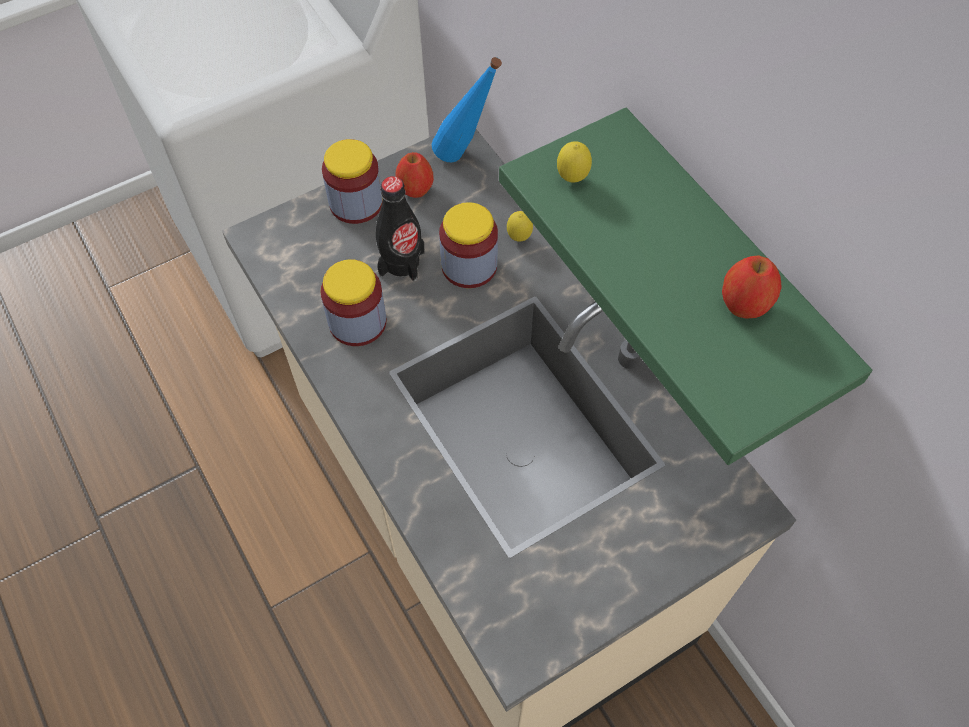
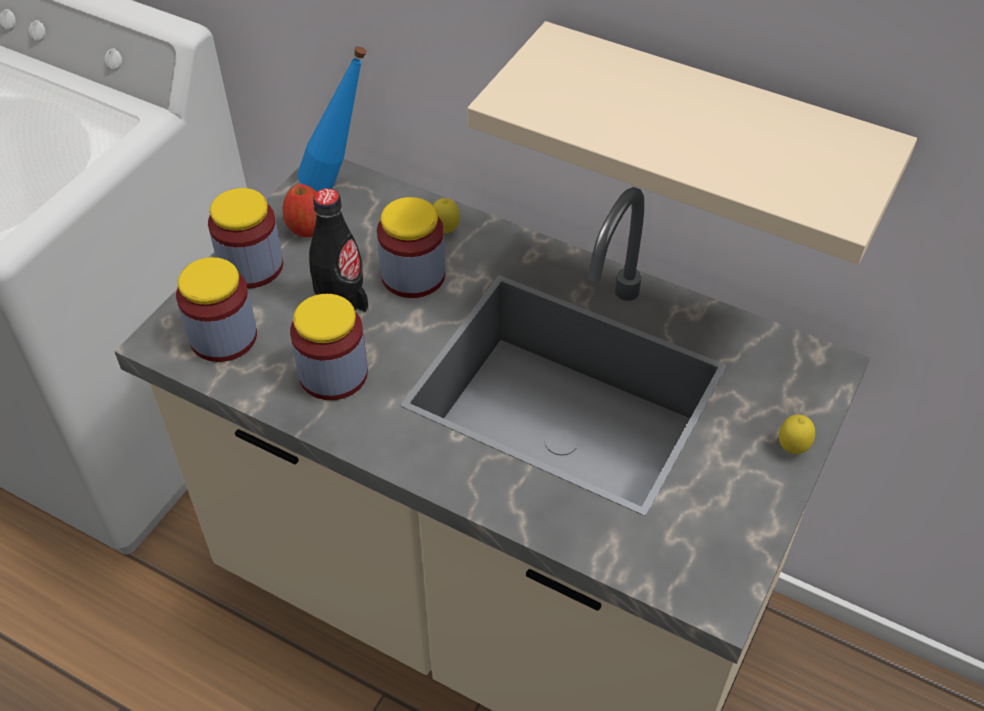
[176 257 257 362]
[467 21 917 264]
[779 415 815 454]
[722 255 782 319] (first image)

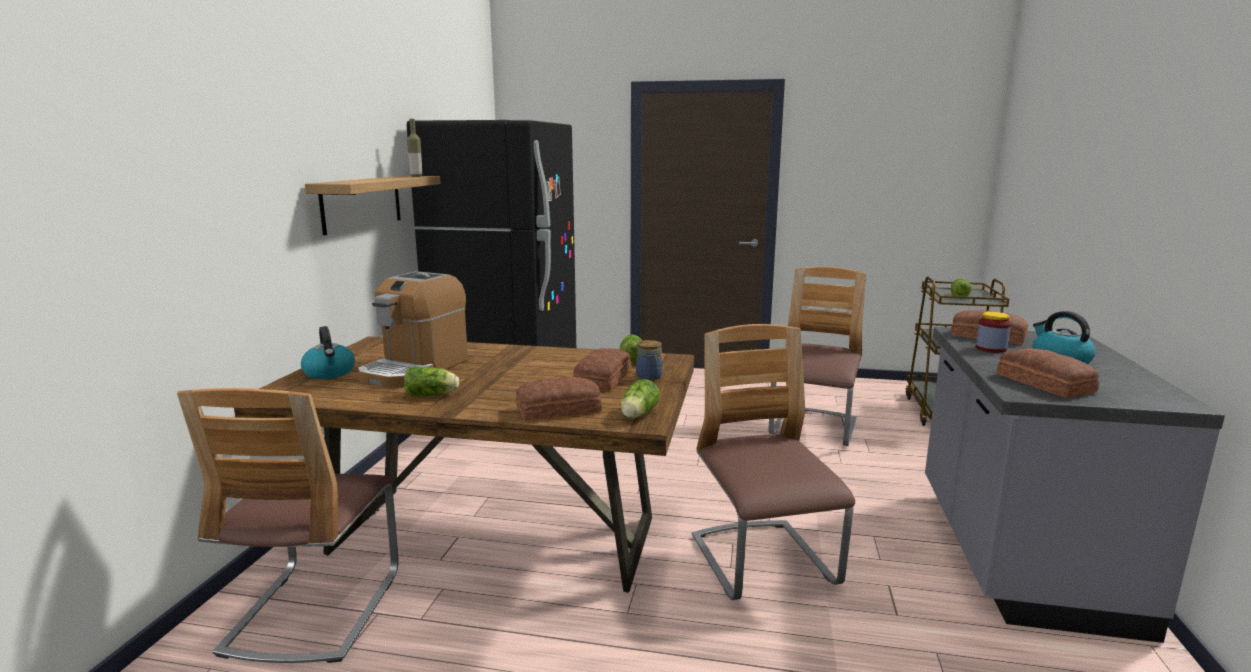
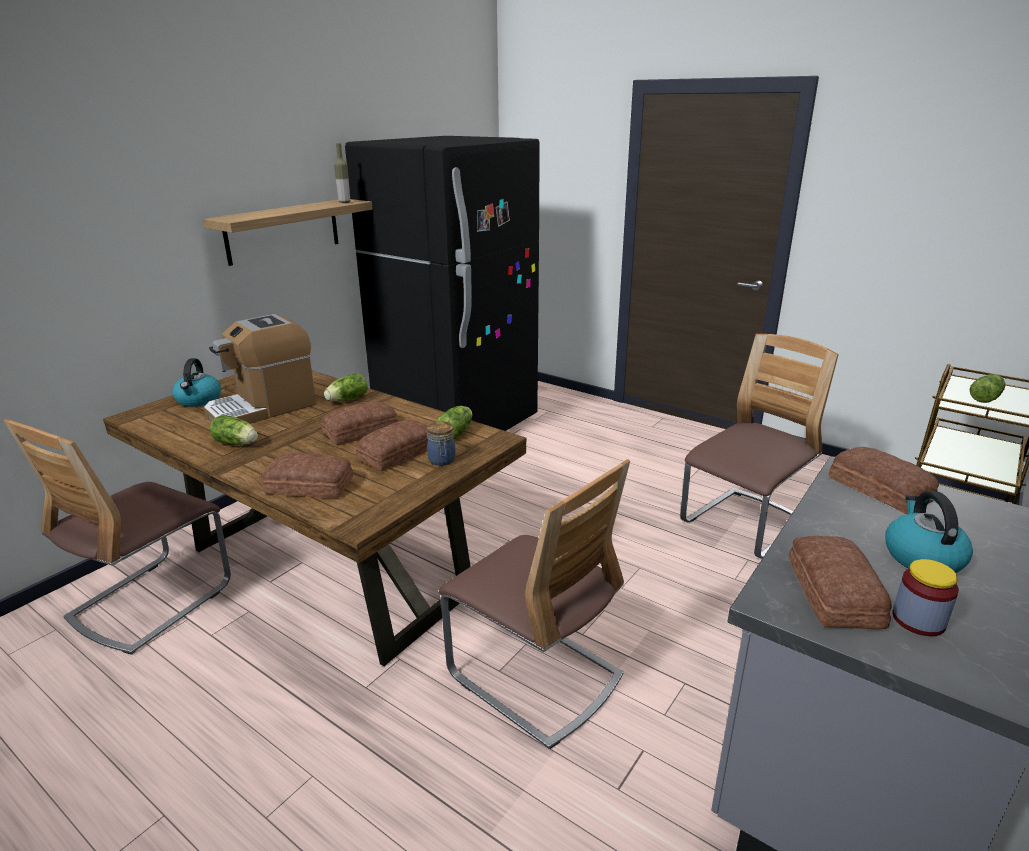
[322 401 398 446]
[324 373 368 402]
[439 459 630 749]
[892 559 959 636]

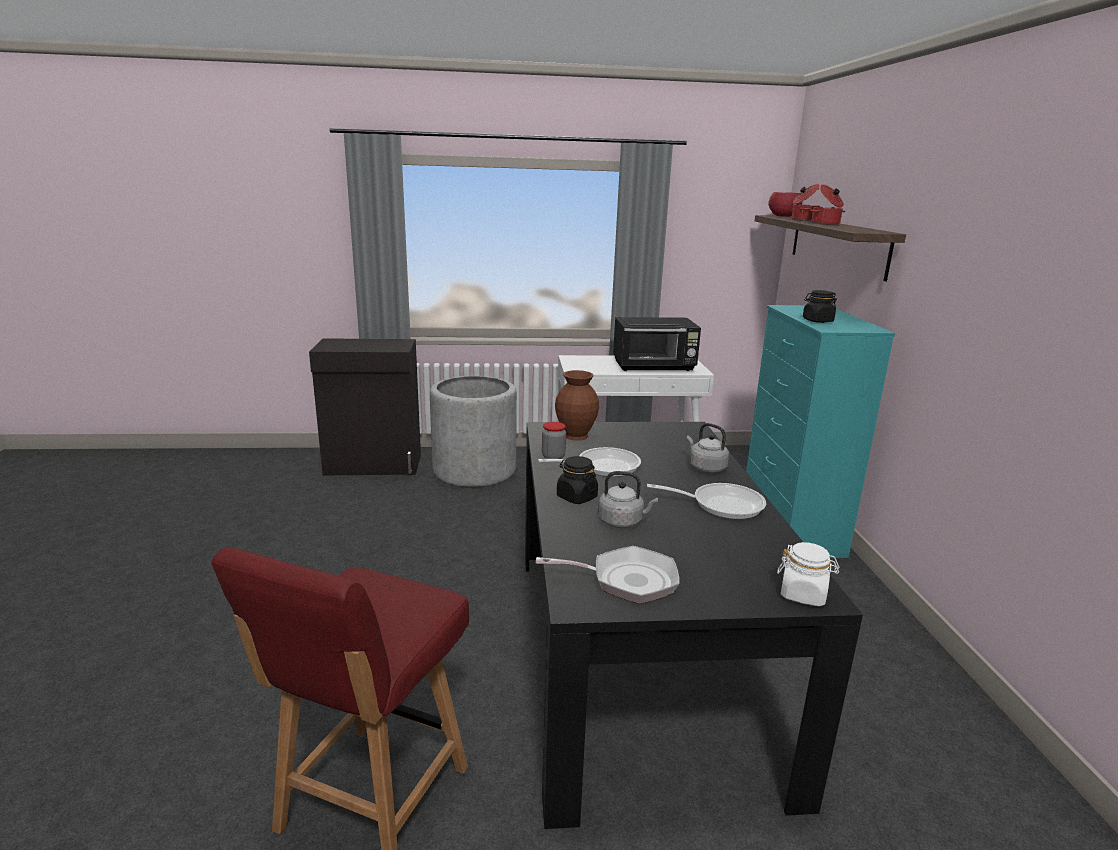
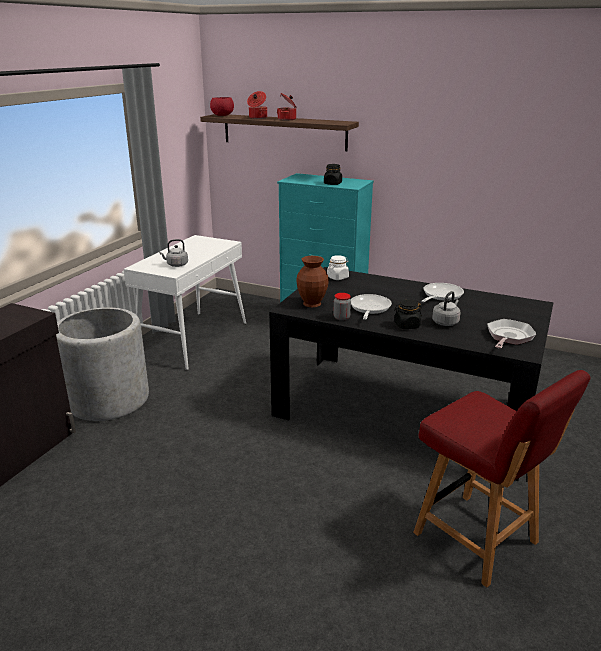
[159 239 188 267]
[327 255 349 280]
[613 317 701 371] (first image)

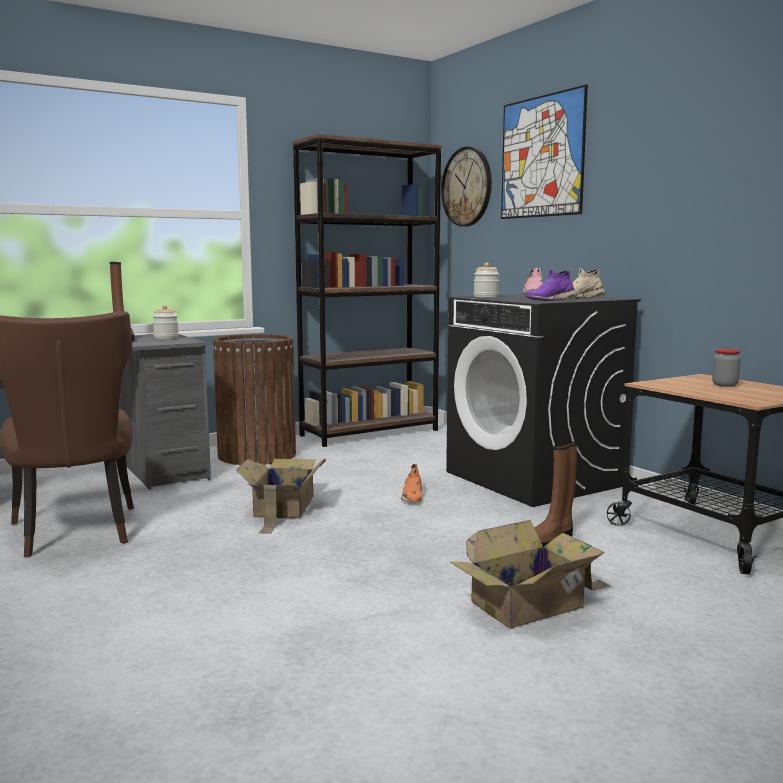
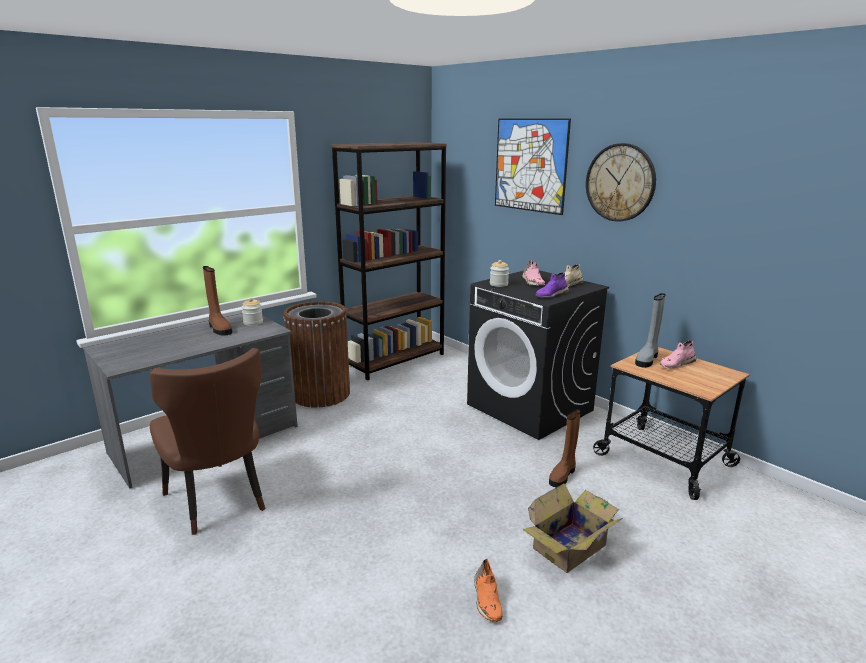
[474 559 502 622]
[586 143 656 222]
[635 293 666 368]
[660 341 697 369]
[236 458 326 534] (first image)

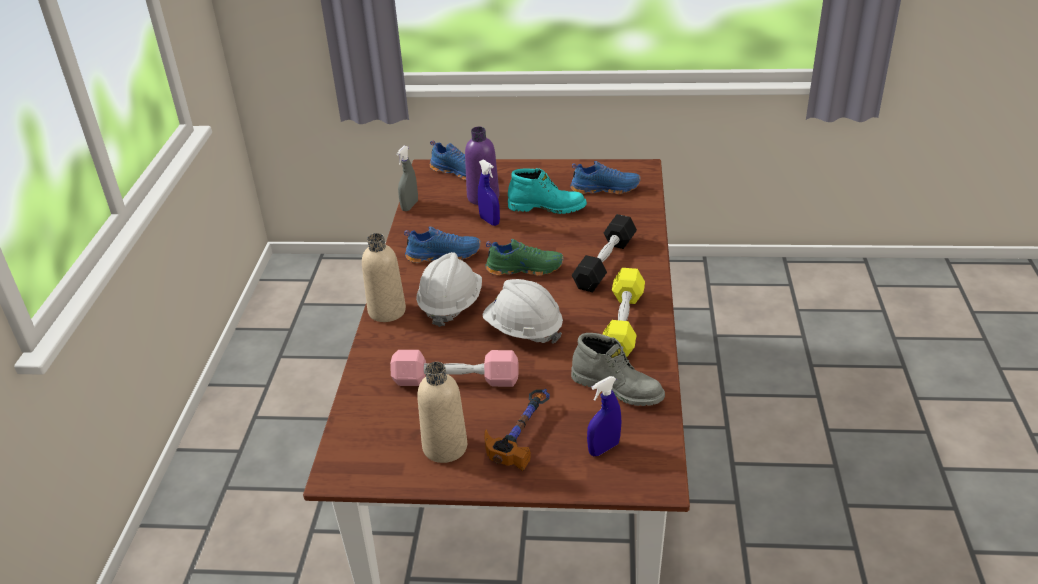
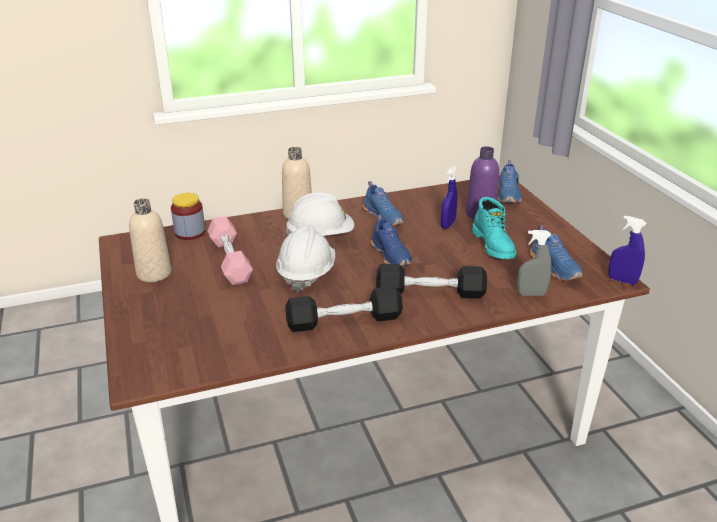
[171 193 205 240]
[285 286 403 332]
[371 215 412 266]
[517 230 552 296]
[608 216 647 285]
[485 389 550 471] (first image)
[571 333 665 406] (first image)

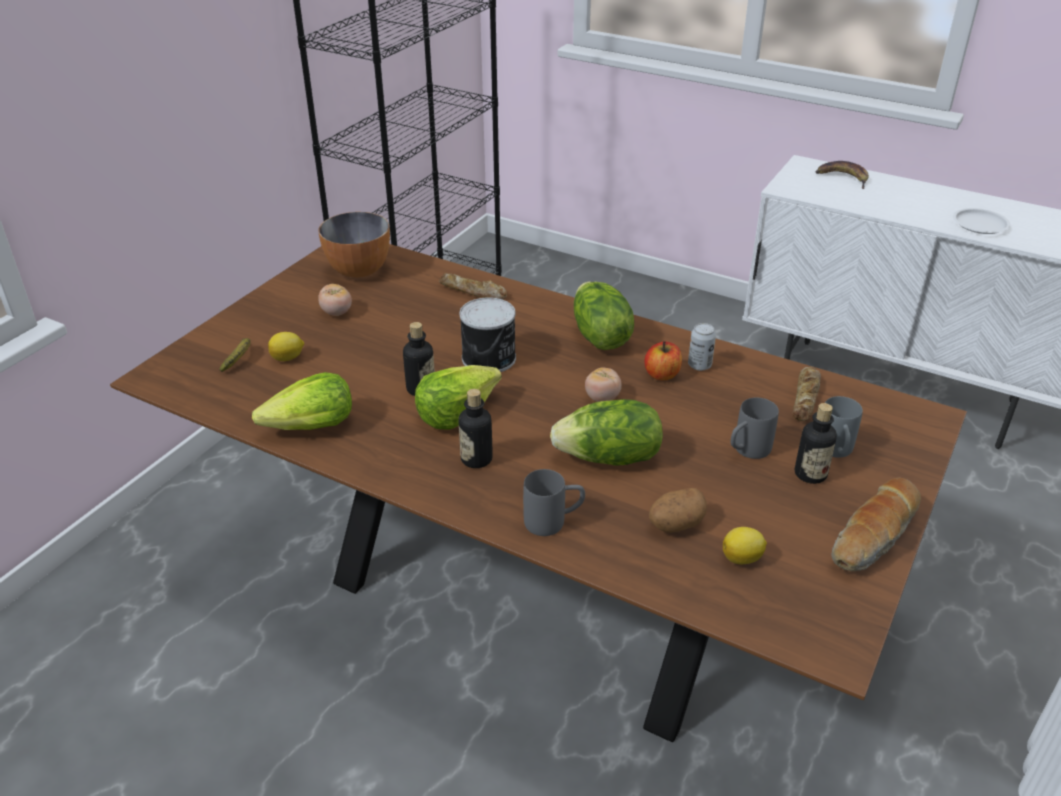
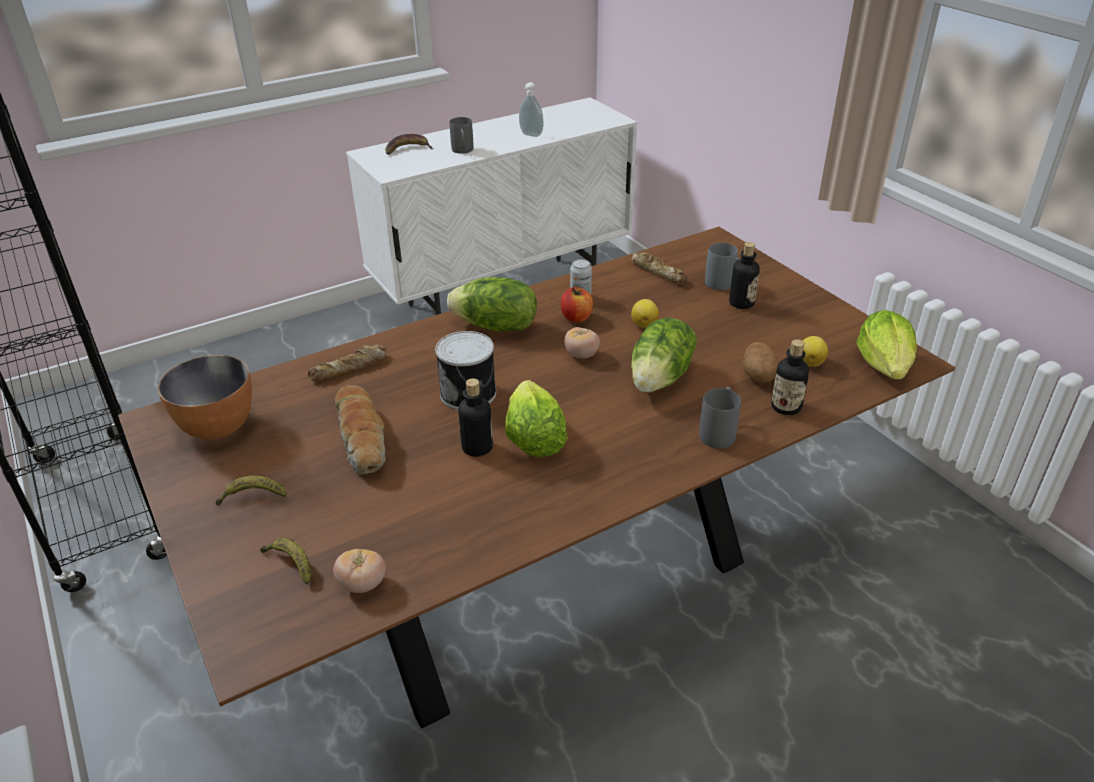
[216 475 287 506]
[333 549 386 593]
[335 385 385 475]
[449 117 473 154]
[519 82 543 137]
[631 299 659 328]
[771 340 809 415]
[856 310 916 380]

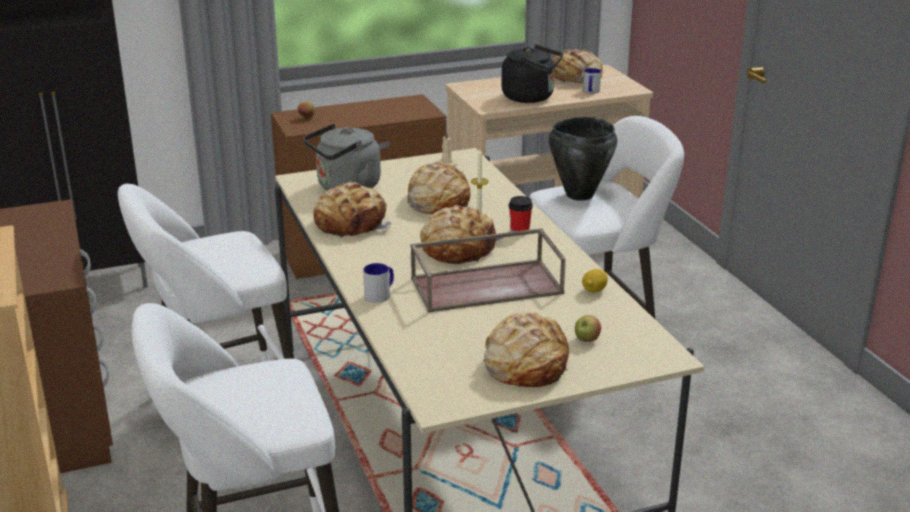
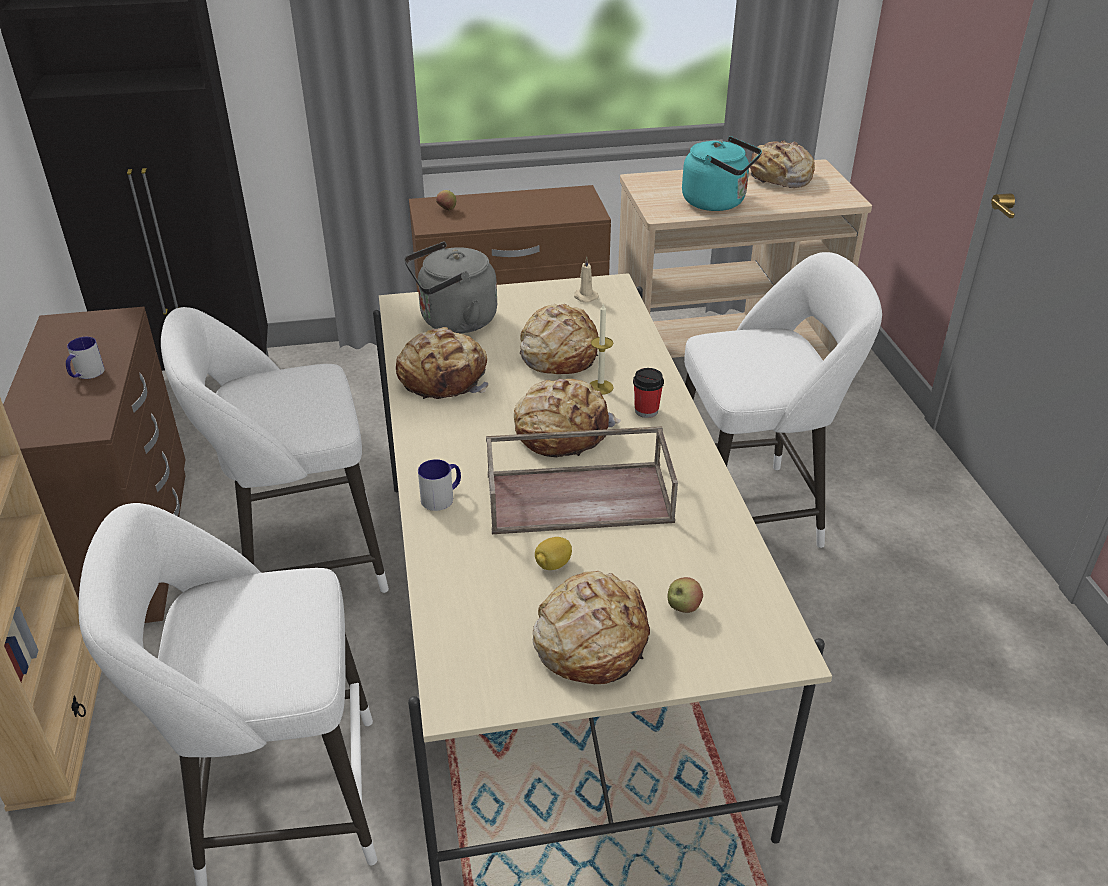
[66 337 105 379]
[535 537 572 570]
[682 136 762 211]
[549 117 617 201] (first image)

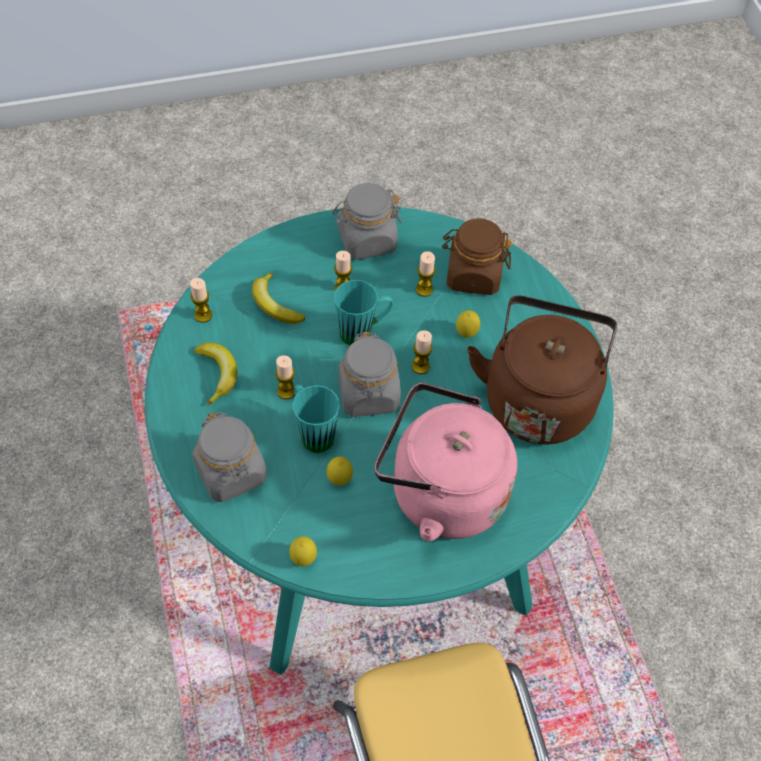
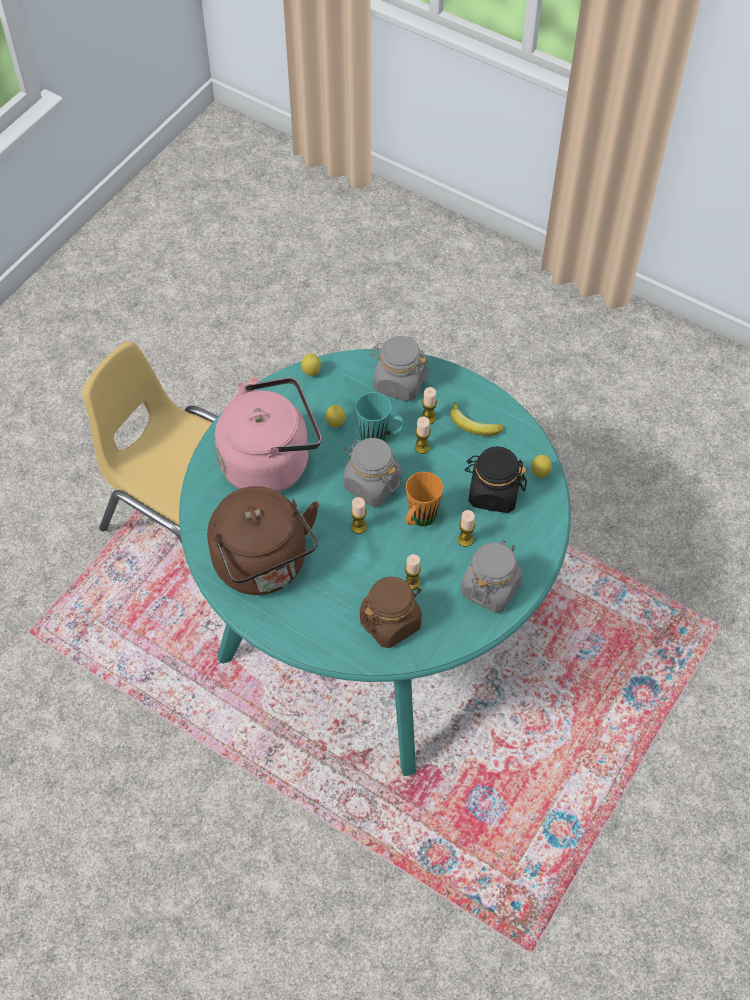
[406 472 443 526]
[421 387 437 425]
[465 446 527 513]
[531 455 552 478]

